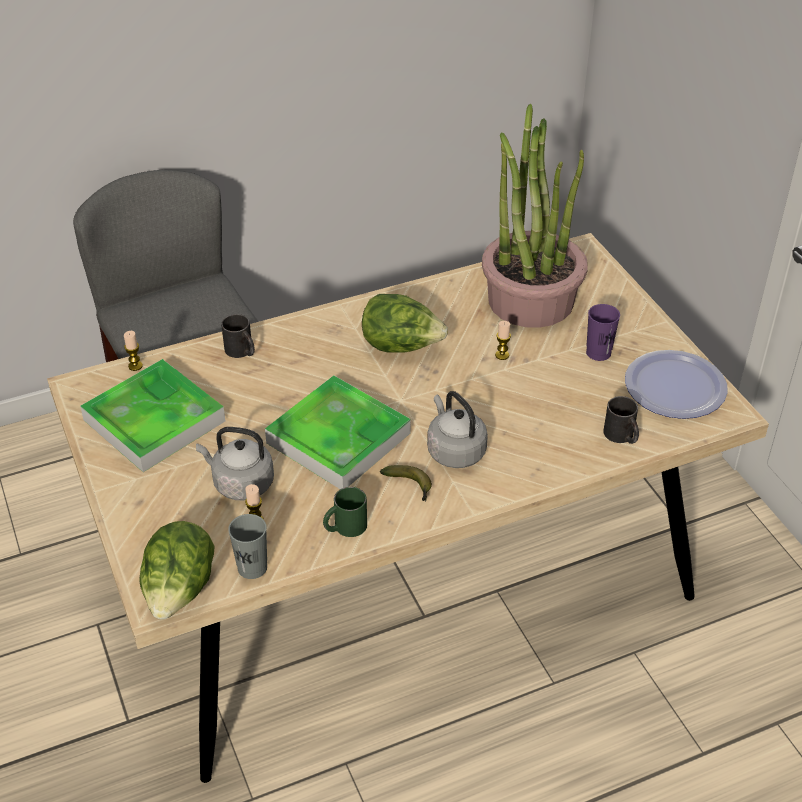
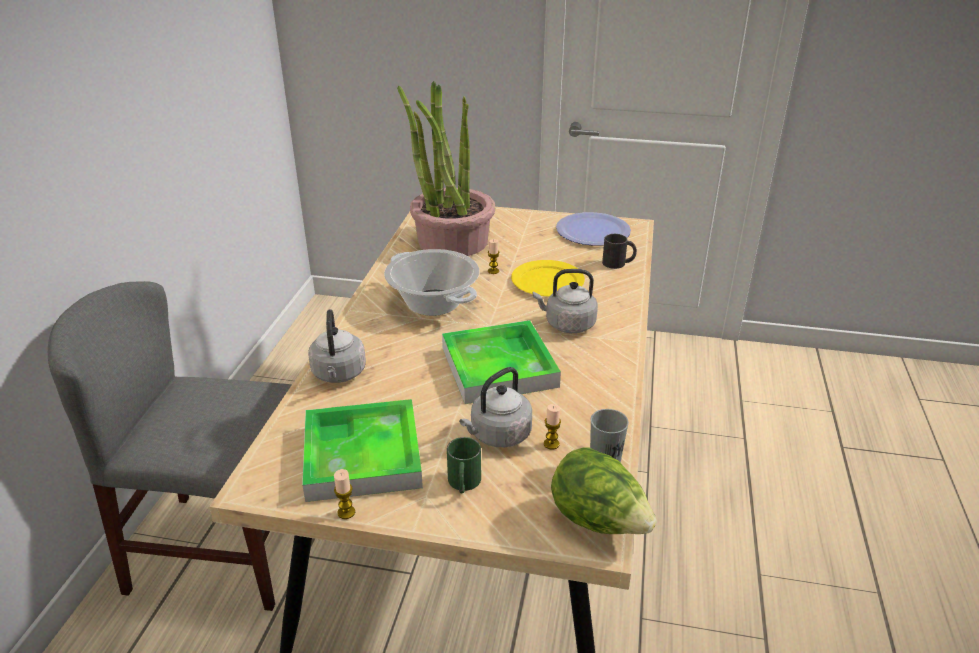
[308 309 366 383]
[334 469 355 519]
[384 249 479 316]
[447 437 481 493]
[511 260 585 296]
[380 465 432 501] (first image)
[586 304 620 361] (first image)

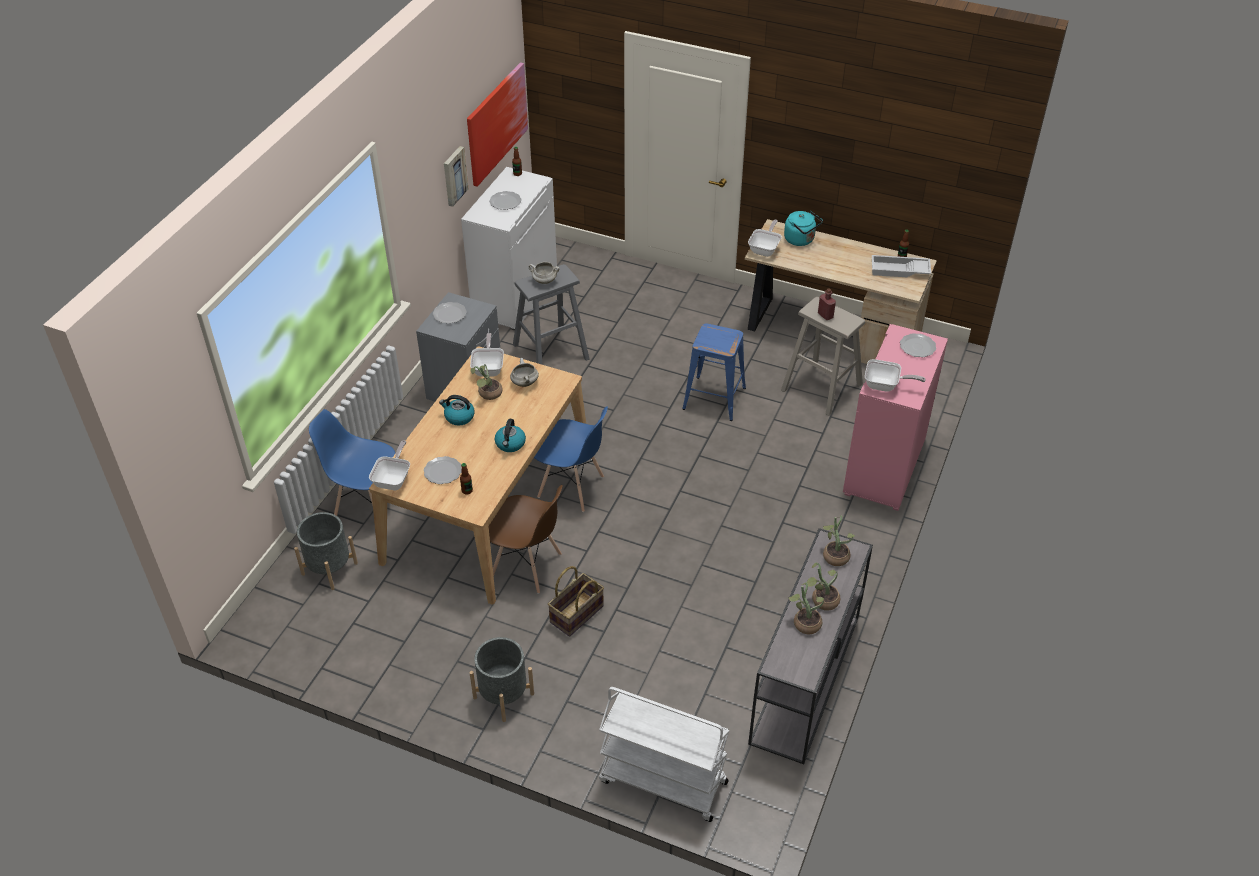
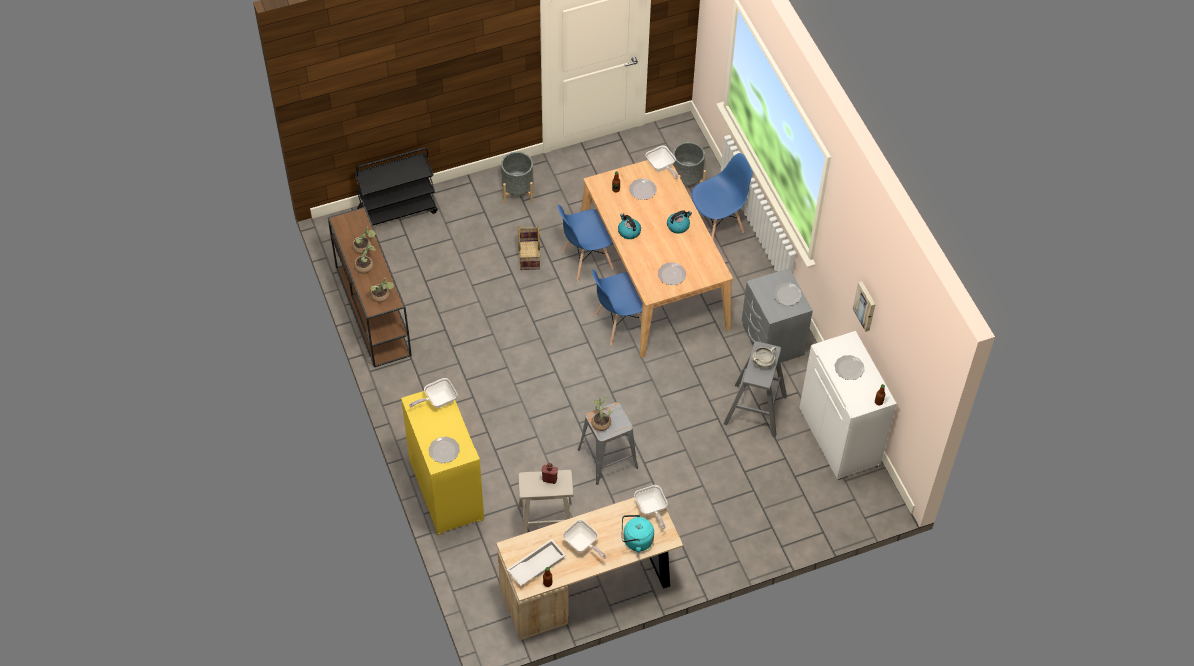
[328 207 412 367]
[354 147 438 225]
[401 391 484 535]
[558 205 614 281]
[563 520 606 559]
[578 402 638 485]
[591 396 613 431]
[658 262 686 285]
[467 62 528 187] (first image)

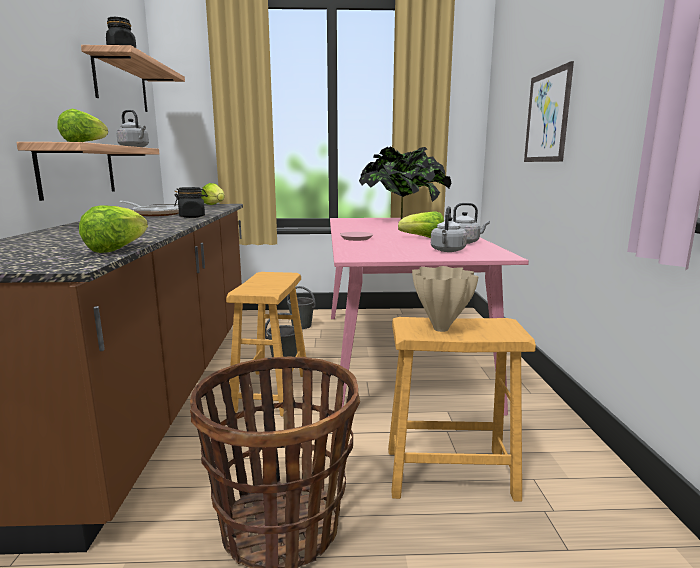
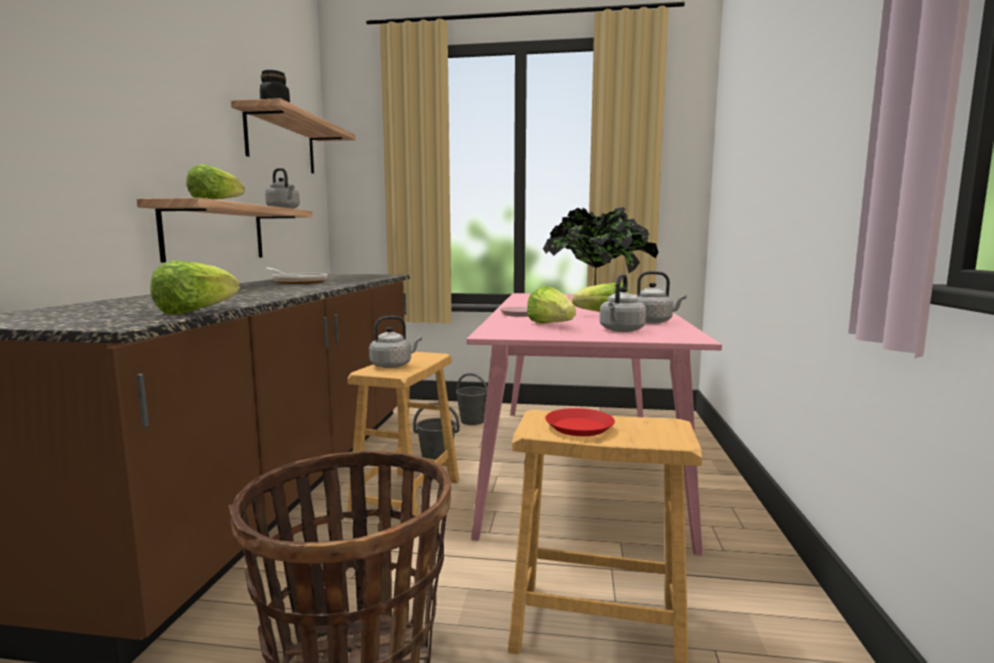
[369 316 422 368]
[527 286 576 324]
[545 408 615 436]
[174 187 208 218] (first image)
[524 61 574 162] (first image)

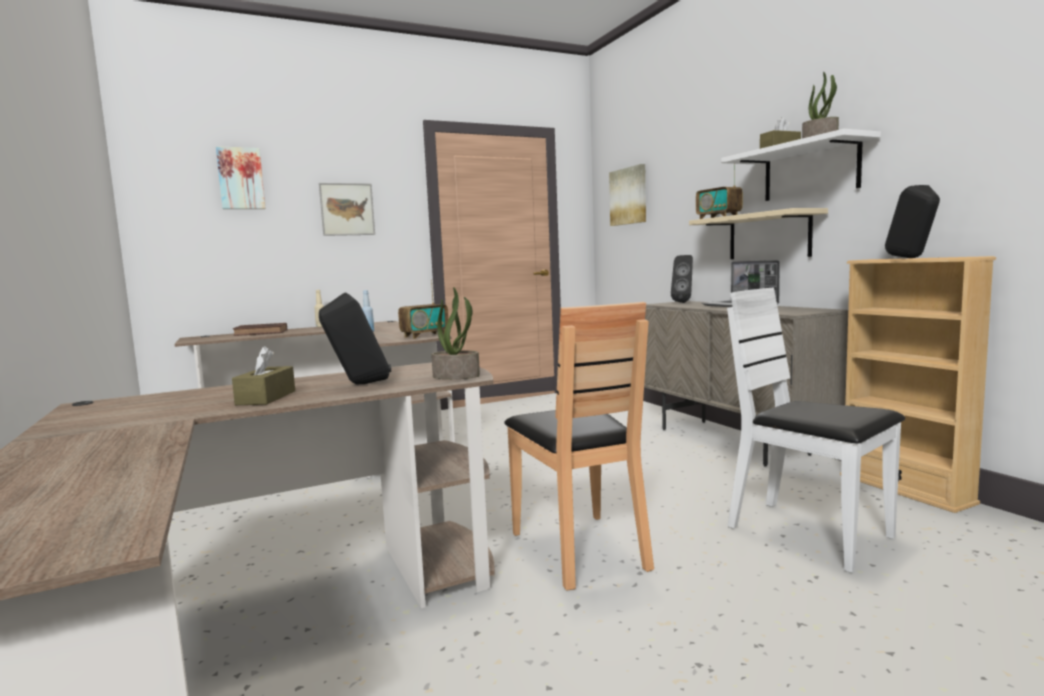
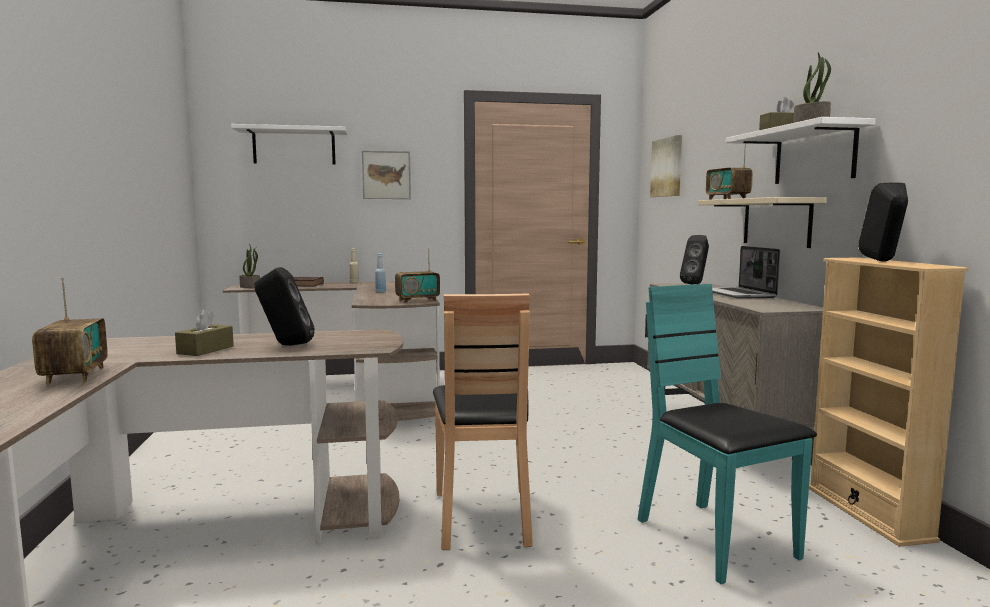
[32 278 108 385]
[231 124 347 165]
[239 244 260 288]
[638 284 817 584]

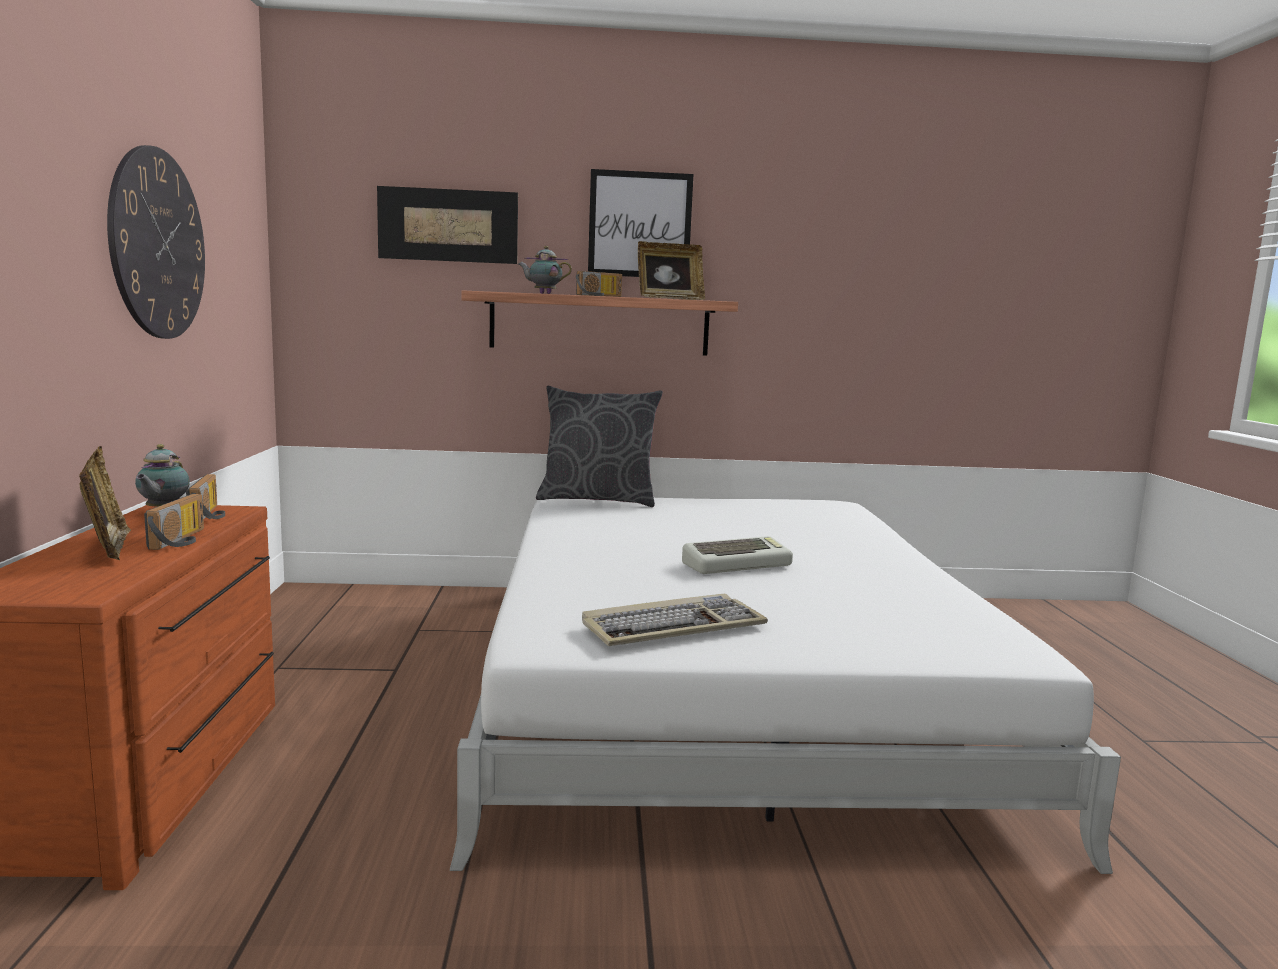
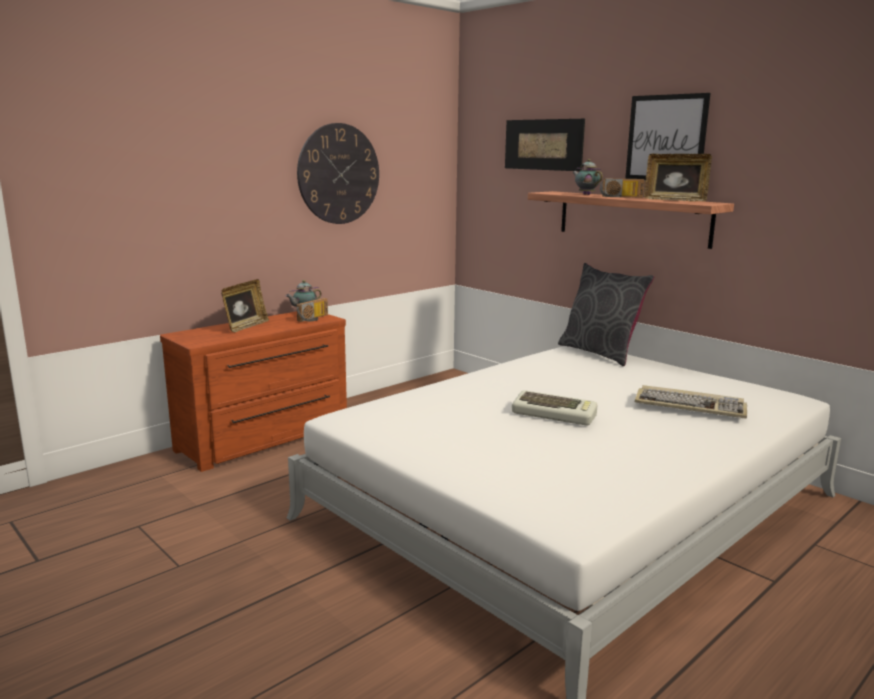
[635 385 747 418]
[144 494 204 550] (first image)

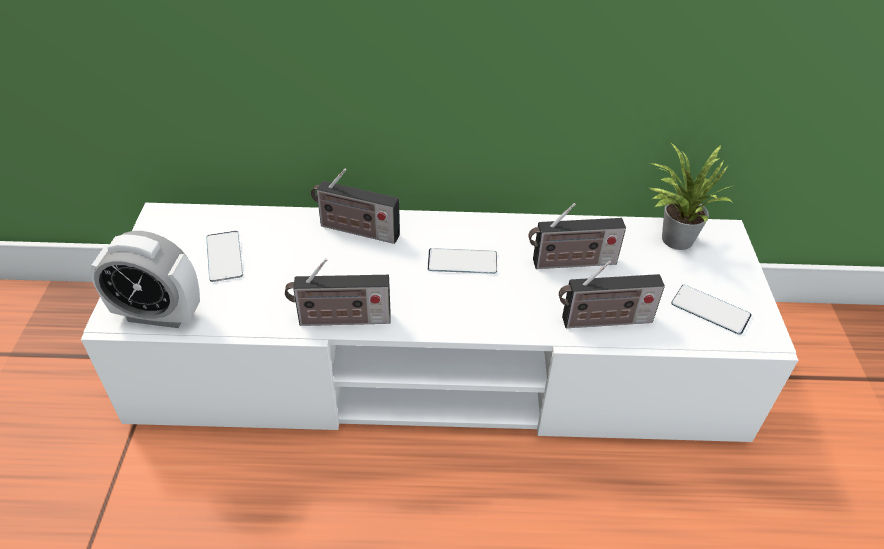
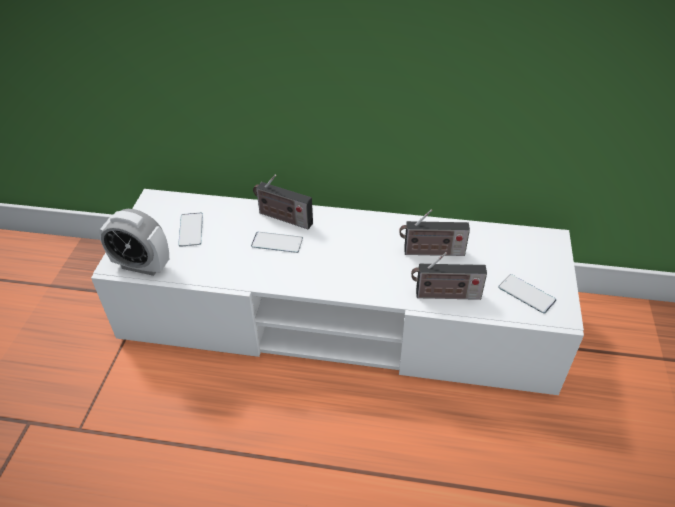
[251 232 303 253]
[285 258 391 326] (first image)
[649 142 733 250] (first image)

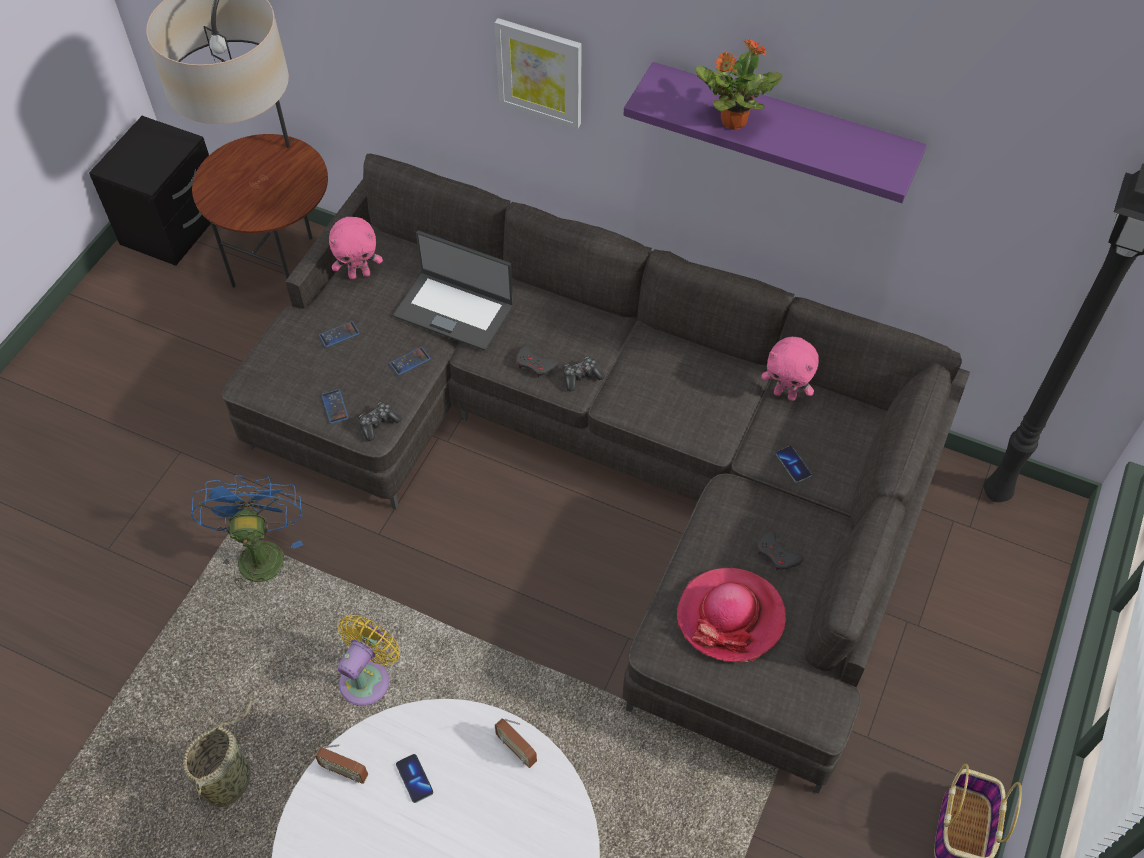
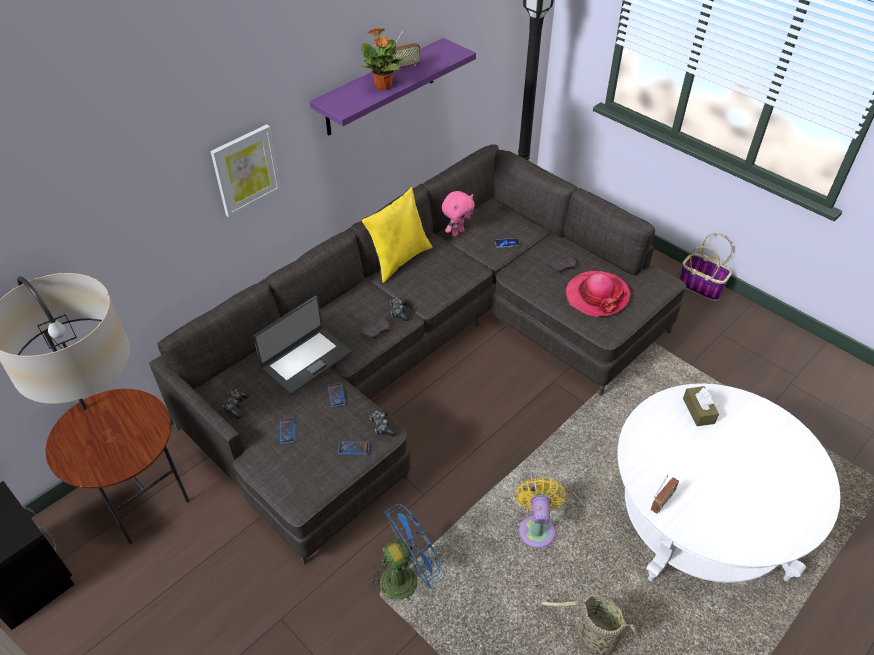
[223 389 250 418]
[361 187 432 283]
[367 504 444 601]
[390 29 421 70]
[515 477 567 548]
[683 386 719 426]
[396 754 433 803] (first image)

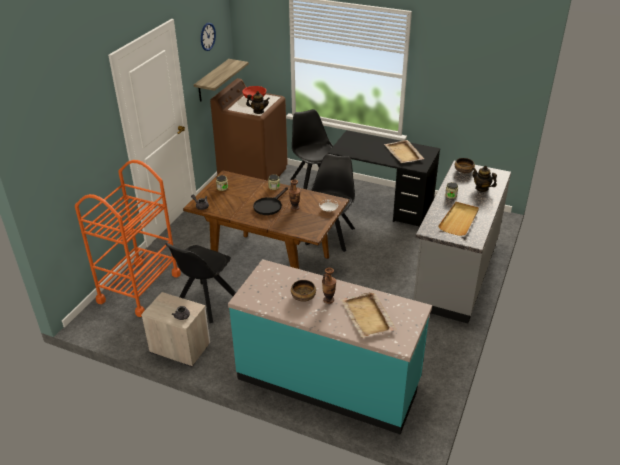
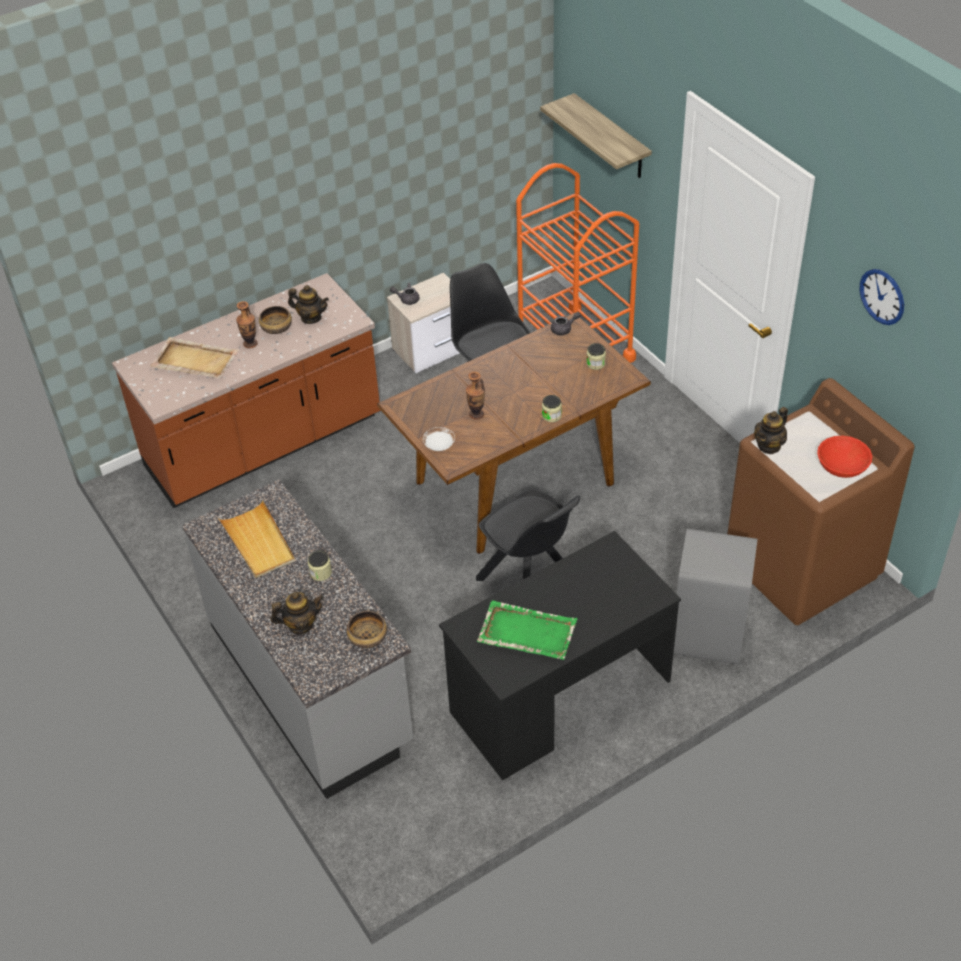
[112 273 381 508]
[288 285 329 324]
[477 601 578 660]
[540 93 652 178]
[673 529 758 664]
[253 187 288 215] (first image)

